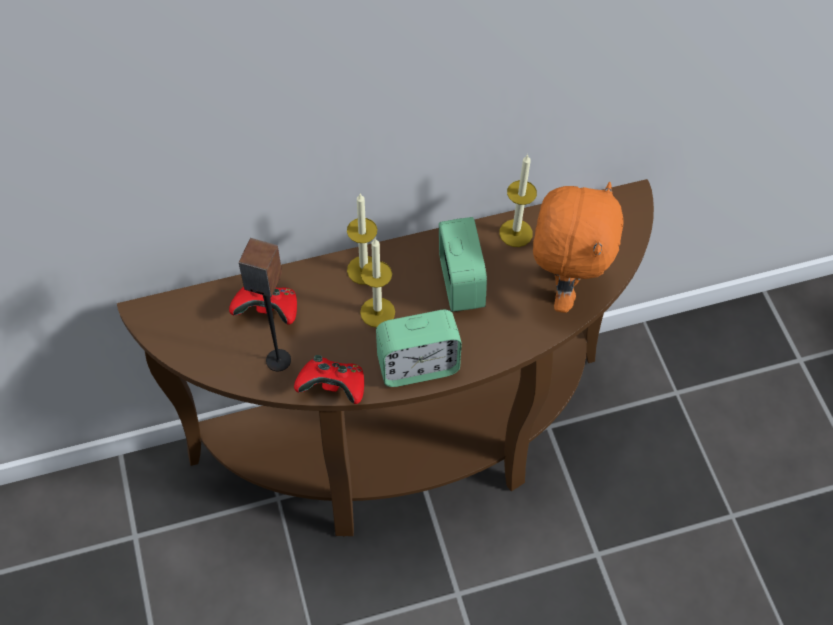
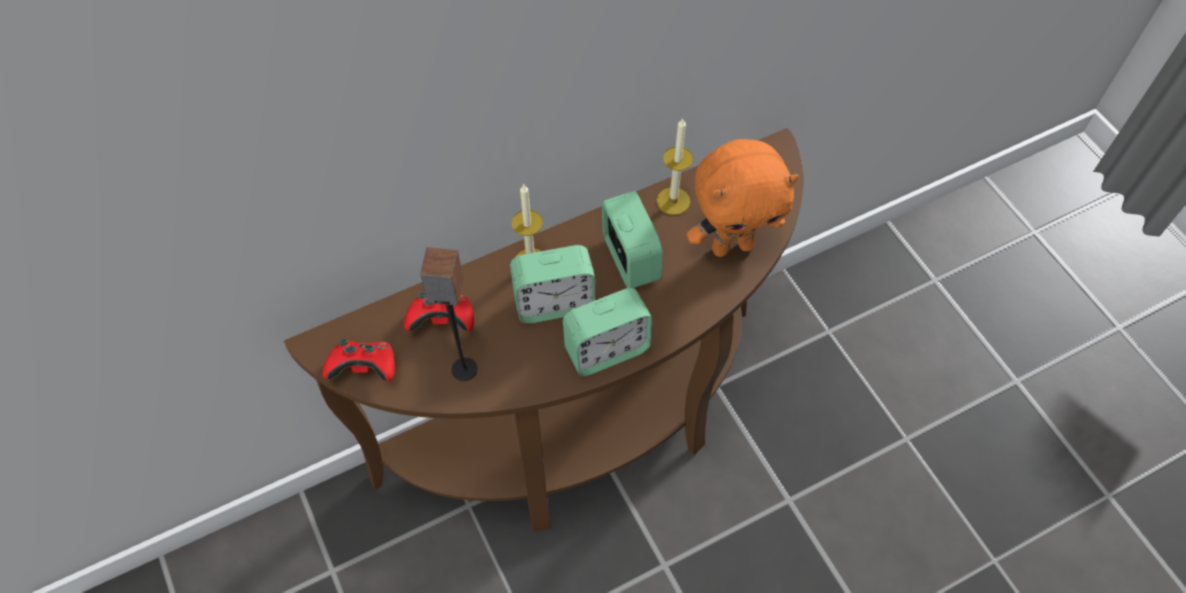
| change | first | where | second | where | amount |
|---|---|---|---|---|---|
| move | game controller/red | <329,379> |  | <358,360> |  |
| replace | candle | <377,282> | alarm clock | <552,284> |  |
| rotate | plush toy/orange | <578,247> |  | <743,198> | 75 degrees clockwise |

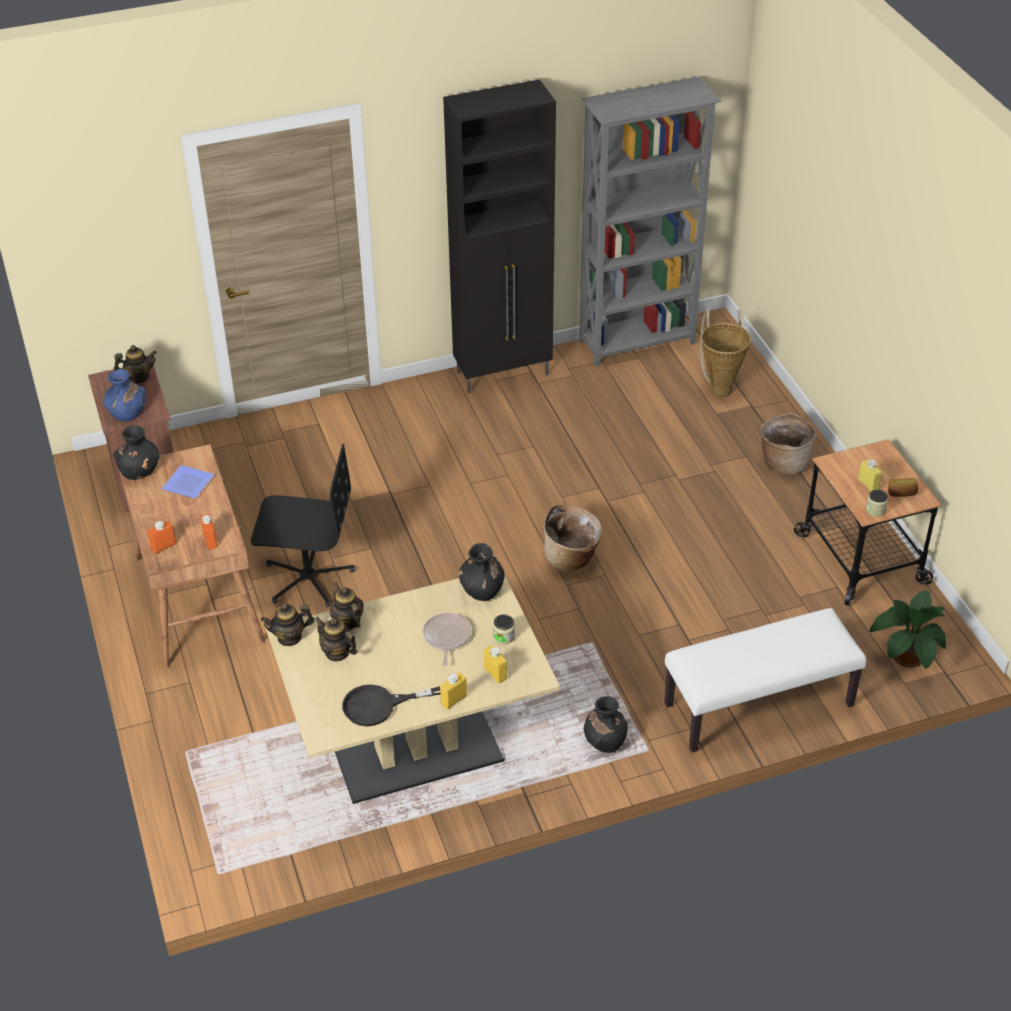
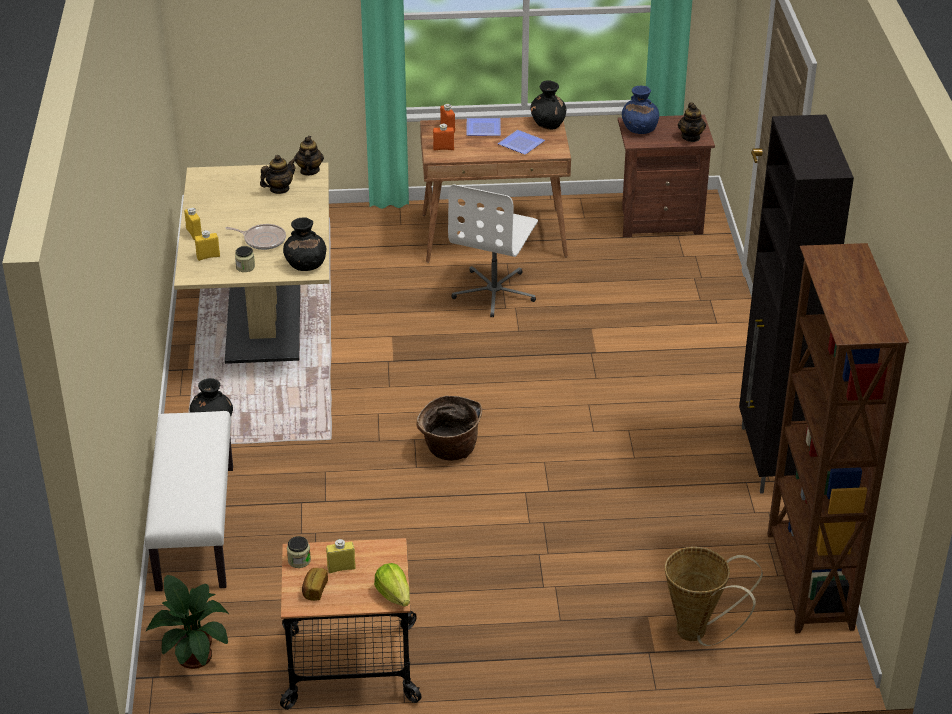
| change | first | where | second | where | amount |
|---|---|---|---|---|---|
| recolor | office chair/black | <303,525> | office chair/white | <493,250> |  |
| delete | teapot | <347,606> |  |  |  |
| delete | frying pan/black | <391,705> |  |  |  |
| recolor | bookcase/grey | <650,222> | bookcase/brown | <838,438> |  |
| delete | basket | <788,443> |  |  |  |
| insert |  |  | lettuce | <392,585> |  |
| insert |  |  | plate | <483,127> |  |

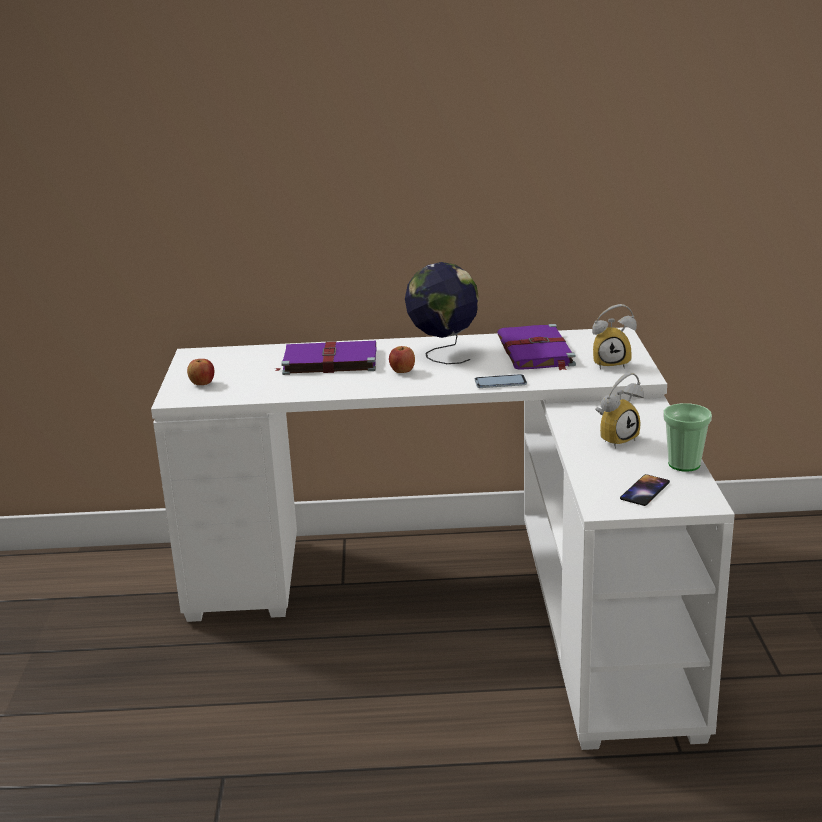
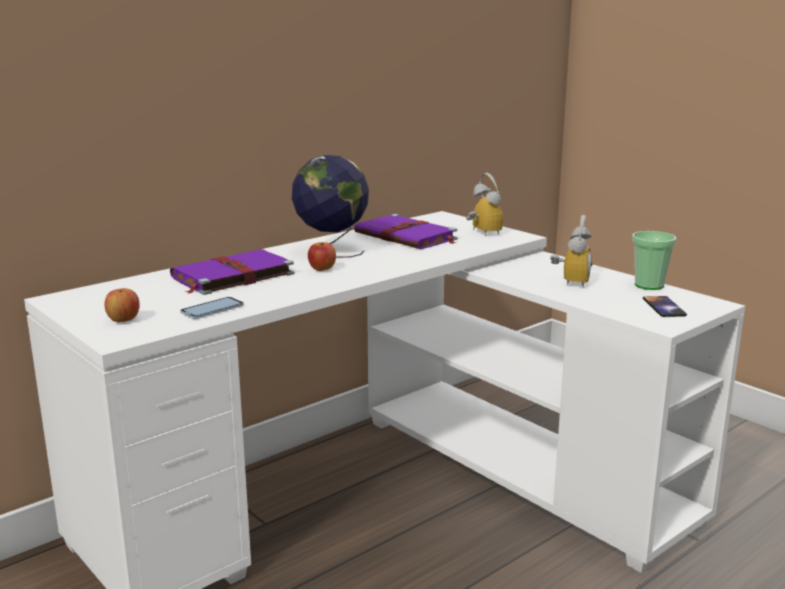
| change | first | where | second | where | amount |
|---|---|---|---|---|---|
| move | phone | <501,381> |  | <212,308> |  |
| rotate | alarm clock | <614,337> |  | <484,204> | 75 degrees counterclockwise |

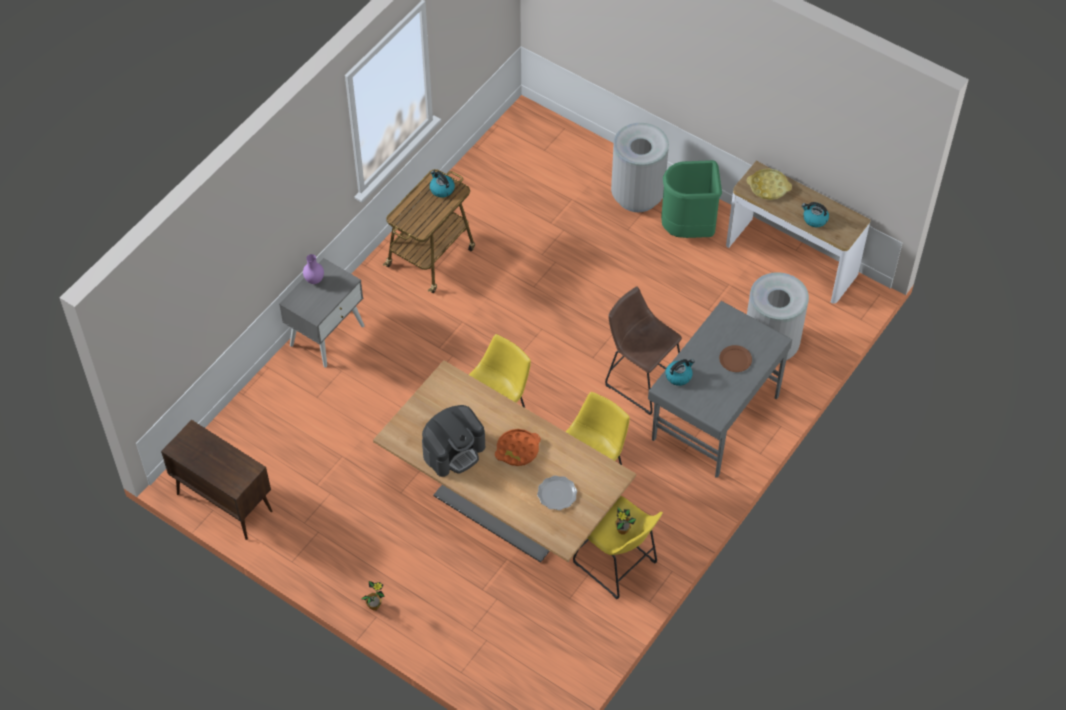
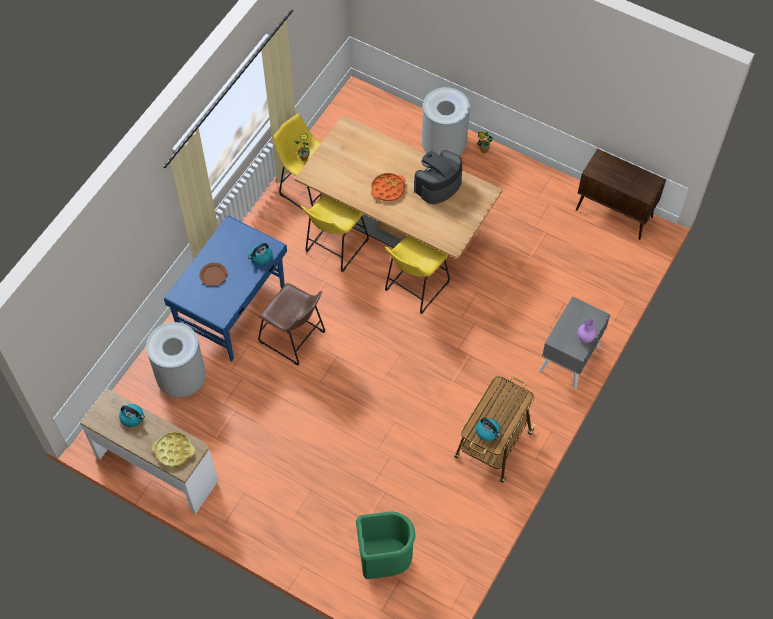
| change | first | where | second | where | amount |
|---|---|---|---|---|---|
| delete | plate | <557,493> |  |  |  |
| move | trash can/grey | <640,167> |  | <446,121> |  |
| recolor | desk/grey | <720,389> | desk/blue | <225,289> |  |
| move | trash can/green | <691,199> |  | <386,545> |  |

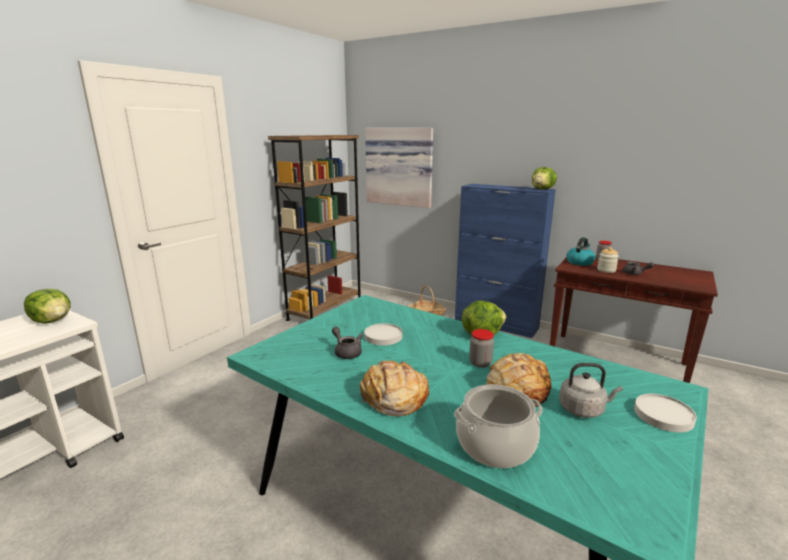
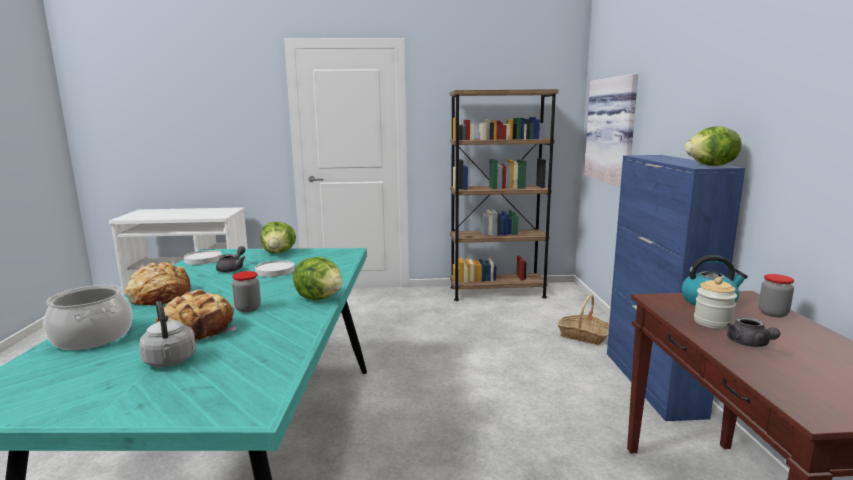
| change | first | where | second | where | amount |
|---|---|---|---|---|---|
| move | lettuce | <47,306> |  | <278,237> |  |
| move | plate/white | <665,413> |  | <203,257> |  |

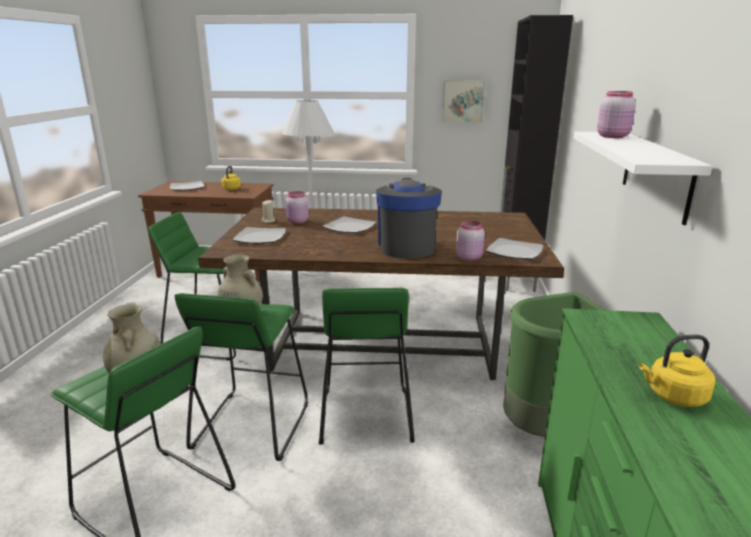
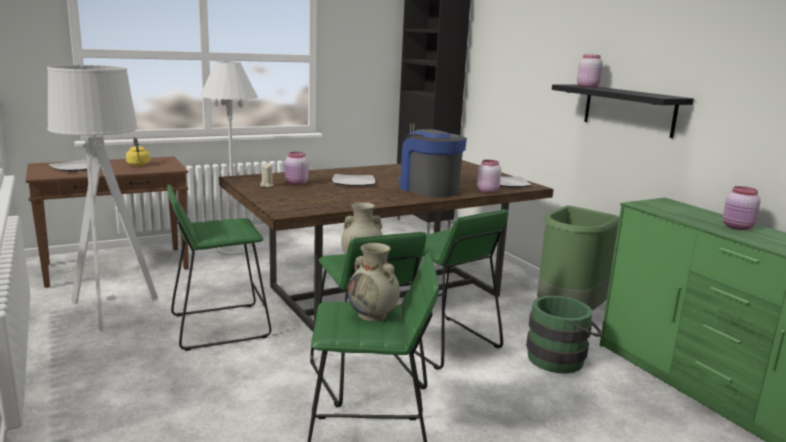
| change | first | where | second | where | amount |
|---|---|---|---|---|---|
| delete | plate | <259,235> |  |  |  |
| delete | picture | <464,101> |  |  |  |
| recolor | shelf/white | <643,178> | shelf/black | <623,111> |  |
| replace | kettle/yellow | <677,371> | jar/pink | <742,208> |  |
| insert |  |  | floor lamp/grey | <102,198> |  |
| insert |  |  | bucket/green | <564,335> |  |

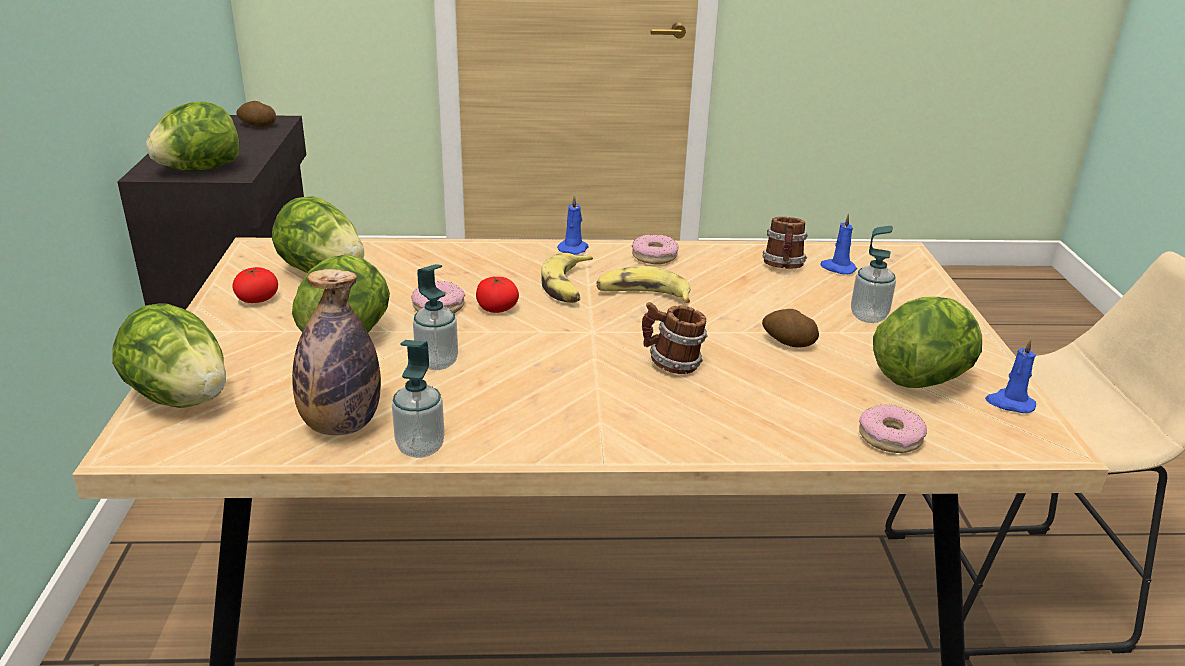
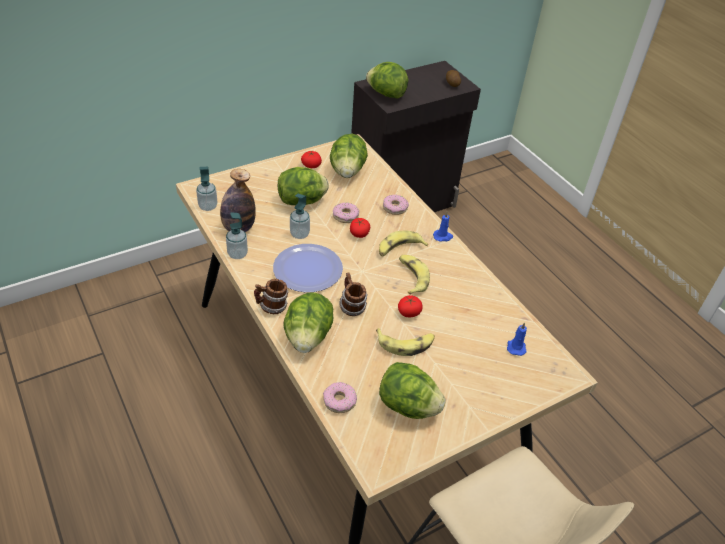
| change | first | where | second | where | amount |
|---|---|---|---|---|---|
| move | lettuce | <169,355> |  | <308,322> |  |
| move | donut | <655,249> |  | <396,205> |  |
| replace | potato | <790,328> | banana | <405,342> |  |
| move | mug | <785,243> |  | <271,296> |  |
| move | soap dispenser | <873,274> |  | <207,189> |  |
| delete | candle/blue | <1010,375> |  |  |  |
| insert |  |  | plate | <308,268> |  |
| insert |  |  | tomato | <410,306> |  |

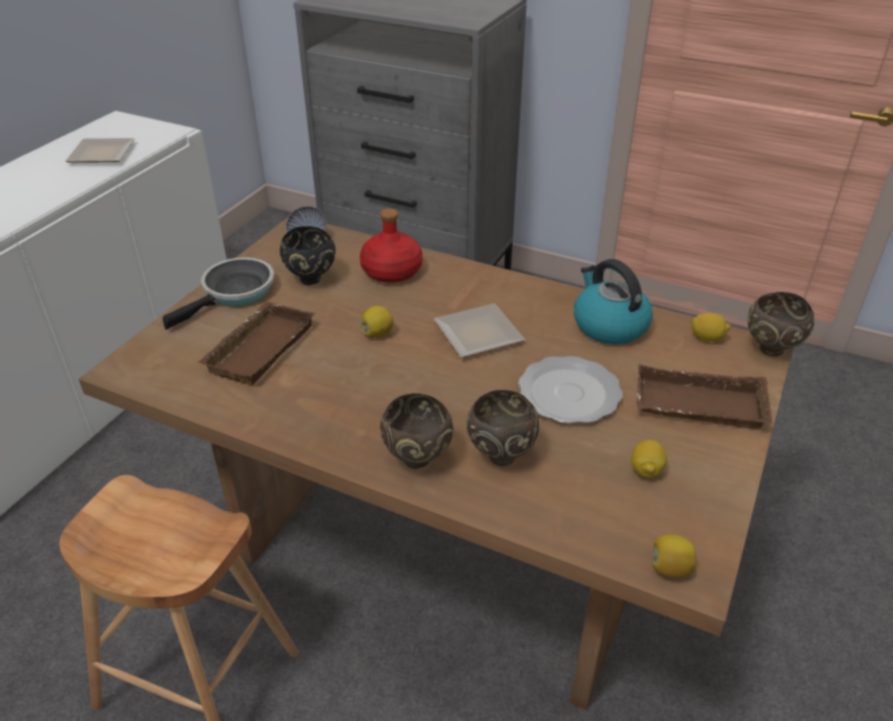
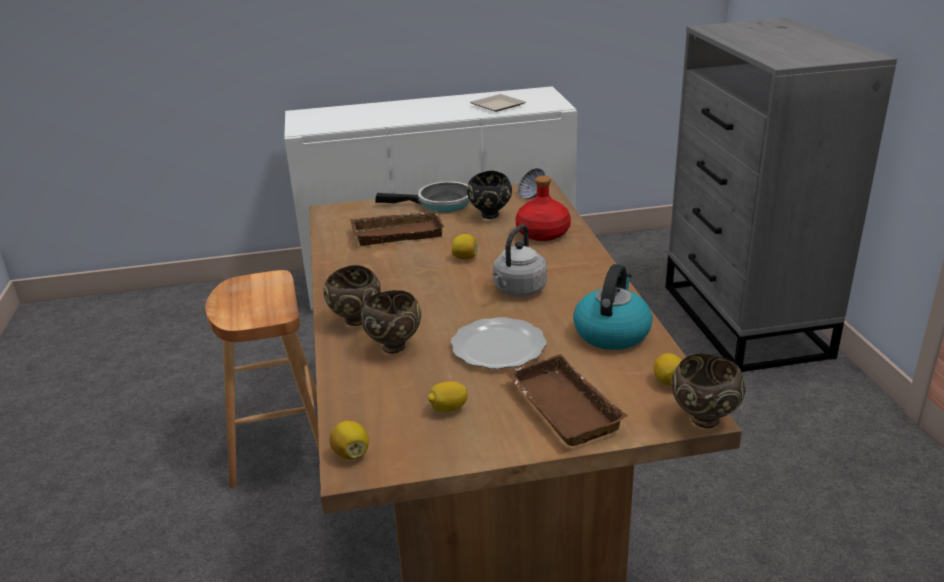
| change | first | where | second | where | amount |
|---|---|---|---|---|---|
| replace | plate | <479,330> | kettle/grey | <520,260> |  |

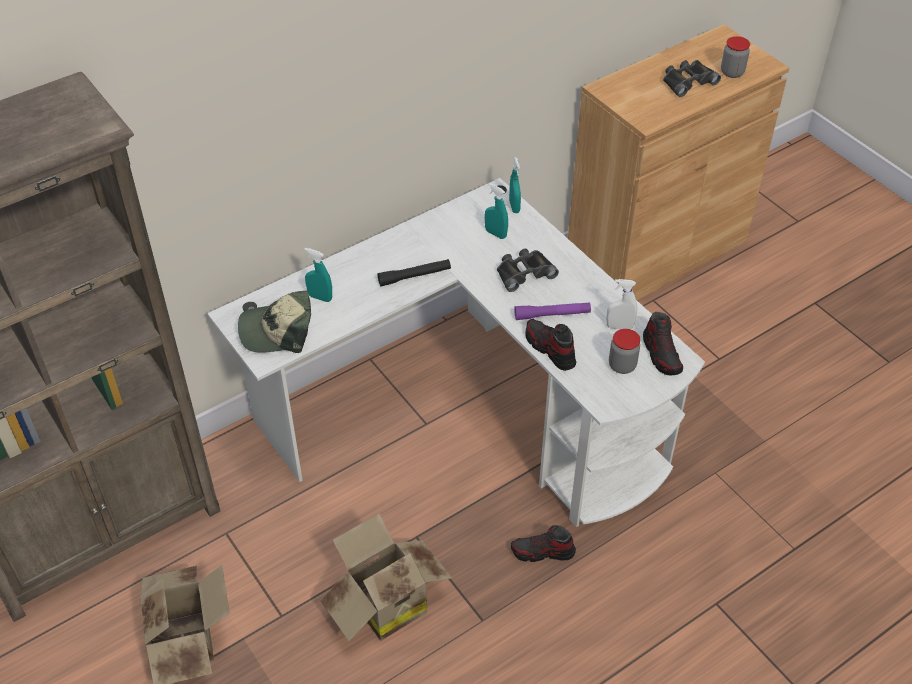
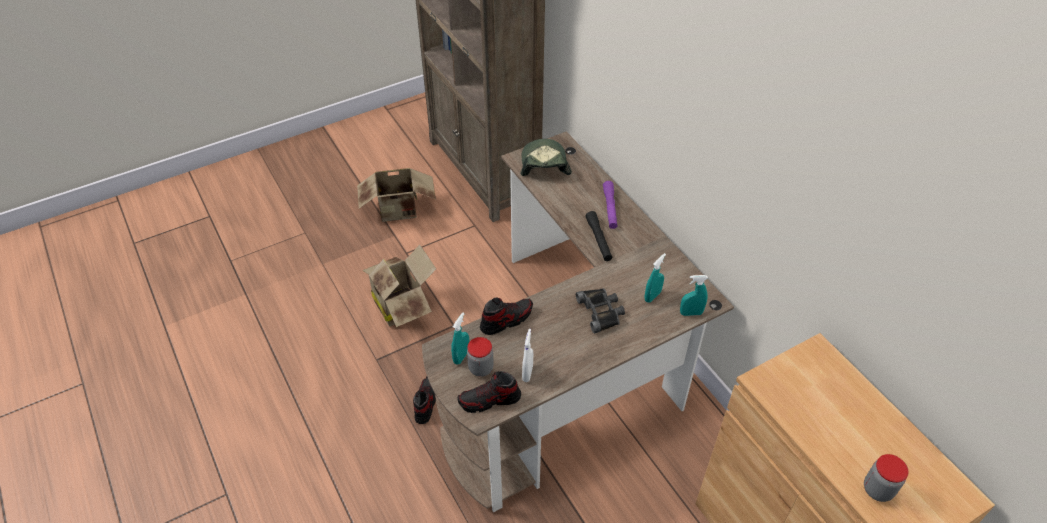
| change | first | where | second | where | amount |
|---|---|---|---|---|---|
| recolor | desk/white | <456,352> | desk/brown | <578,322> |  |
| move | spray bottle/turquoise | <318,275> |  | <460,339> |  |
| move | flashlight/purple | <552,311> |  | <610,205> |  |
| delete | binoculars/black | <692,78> |  |  |  |

